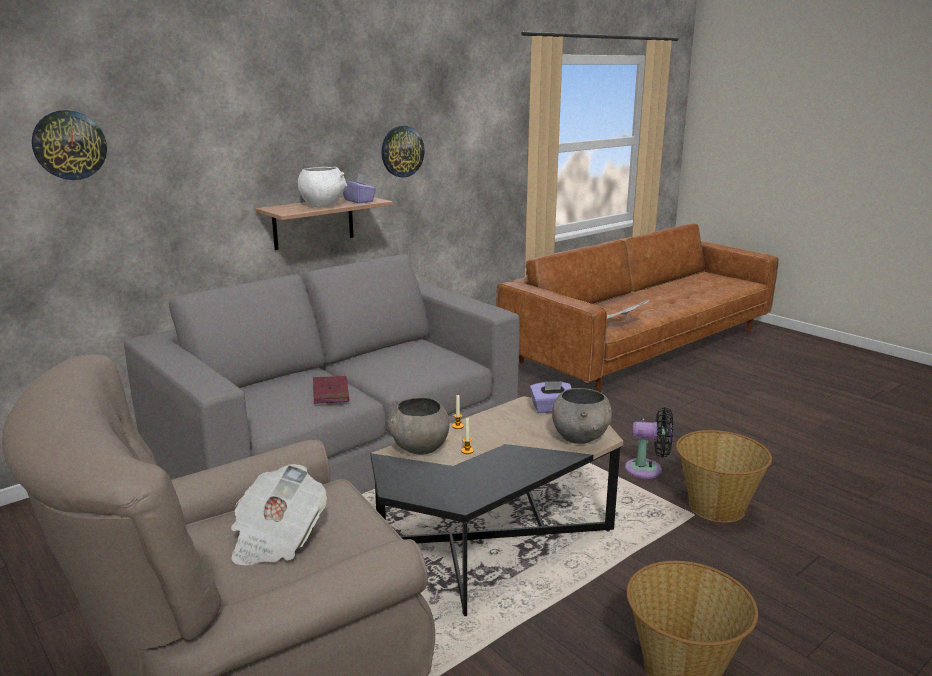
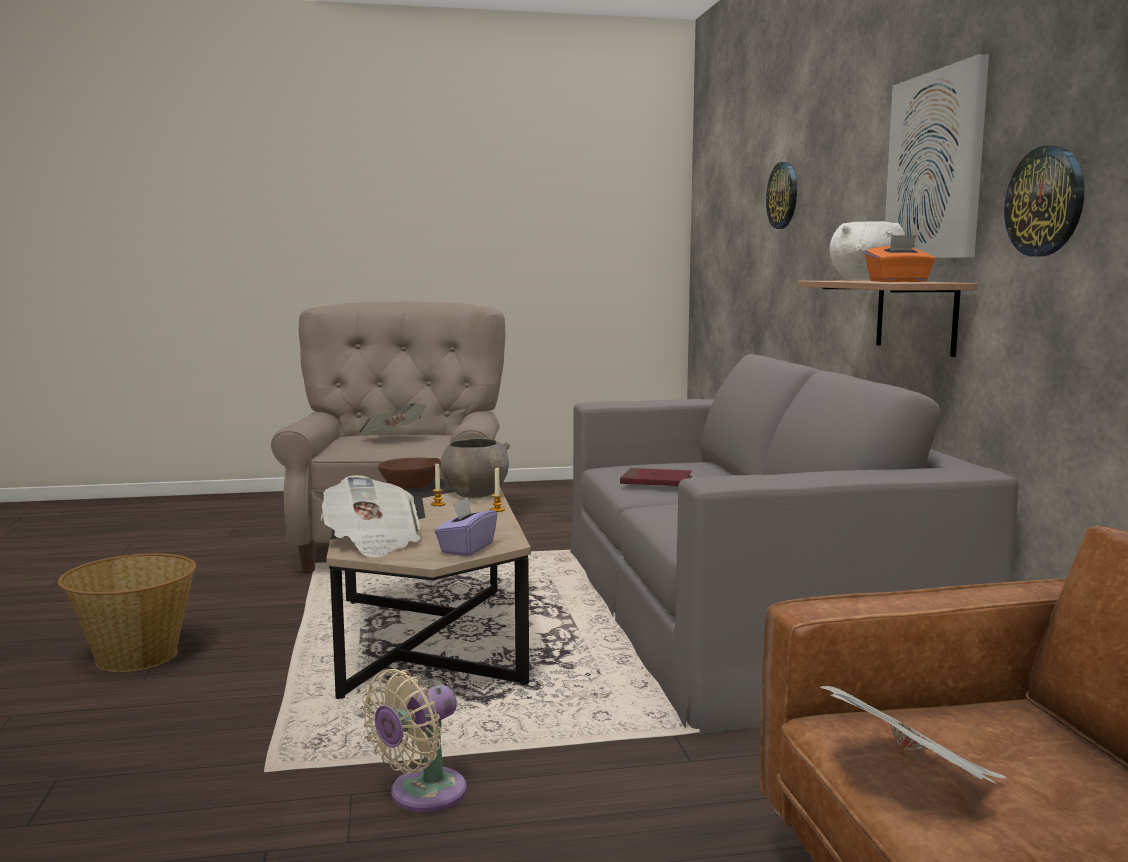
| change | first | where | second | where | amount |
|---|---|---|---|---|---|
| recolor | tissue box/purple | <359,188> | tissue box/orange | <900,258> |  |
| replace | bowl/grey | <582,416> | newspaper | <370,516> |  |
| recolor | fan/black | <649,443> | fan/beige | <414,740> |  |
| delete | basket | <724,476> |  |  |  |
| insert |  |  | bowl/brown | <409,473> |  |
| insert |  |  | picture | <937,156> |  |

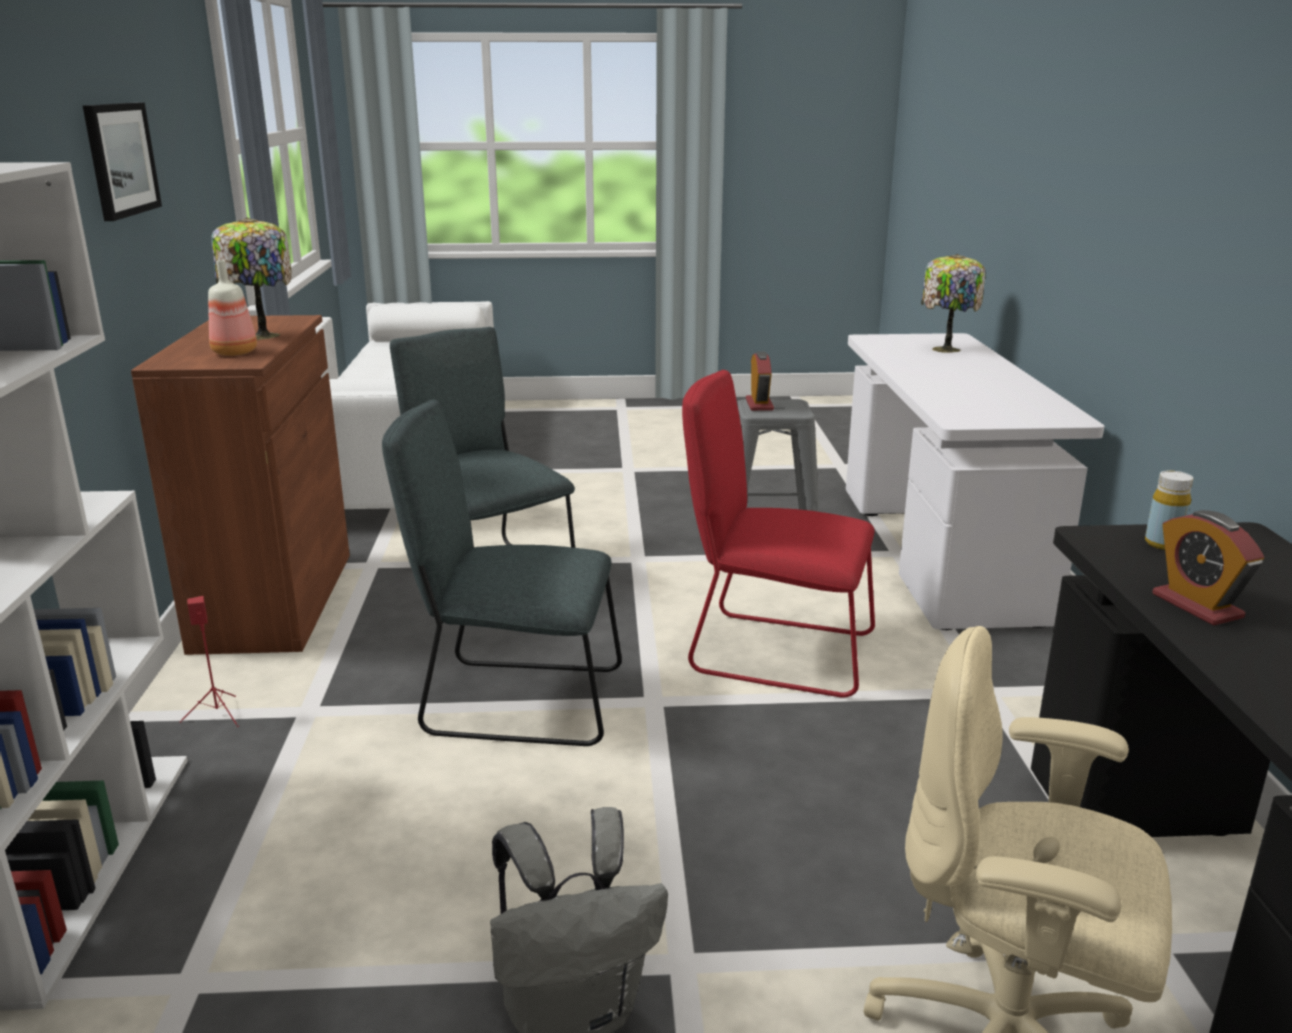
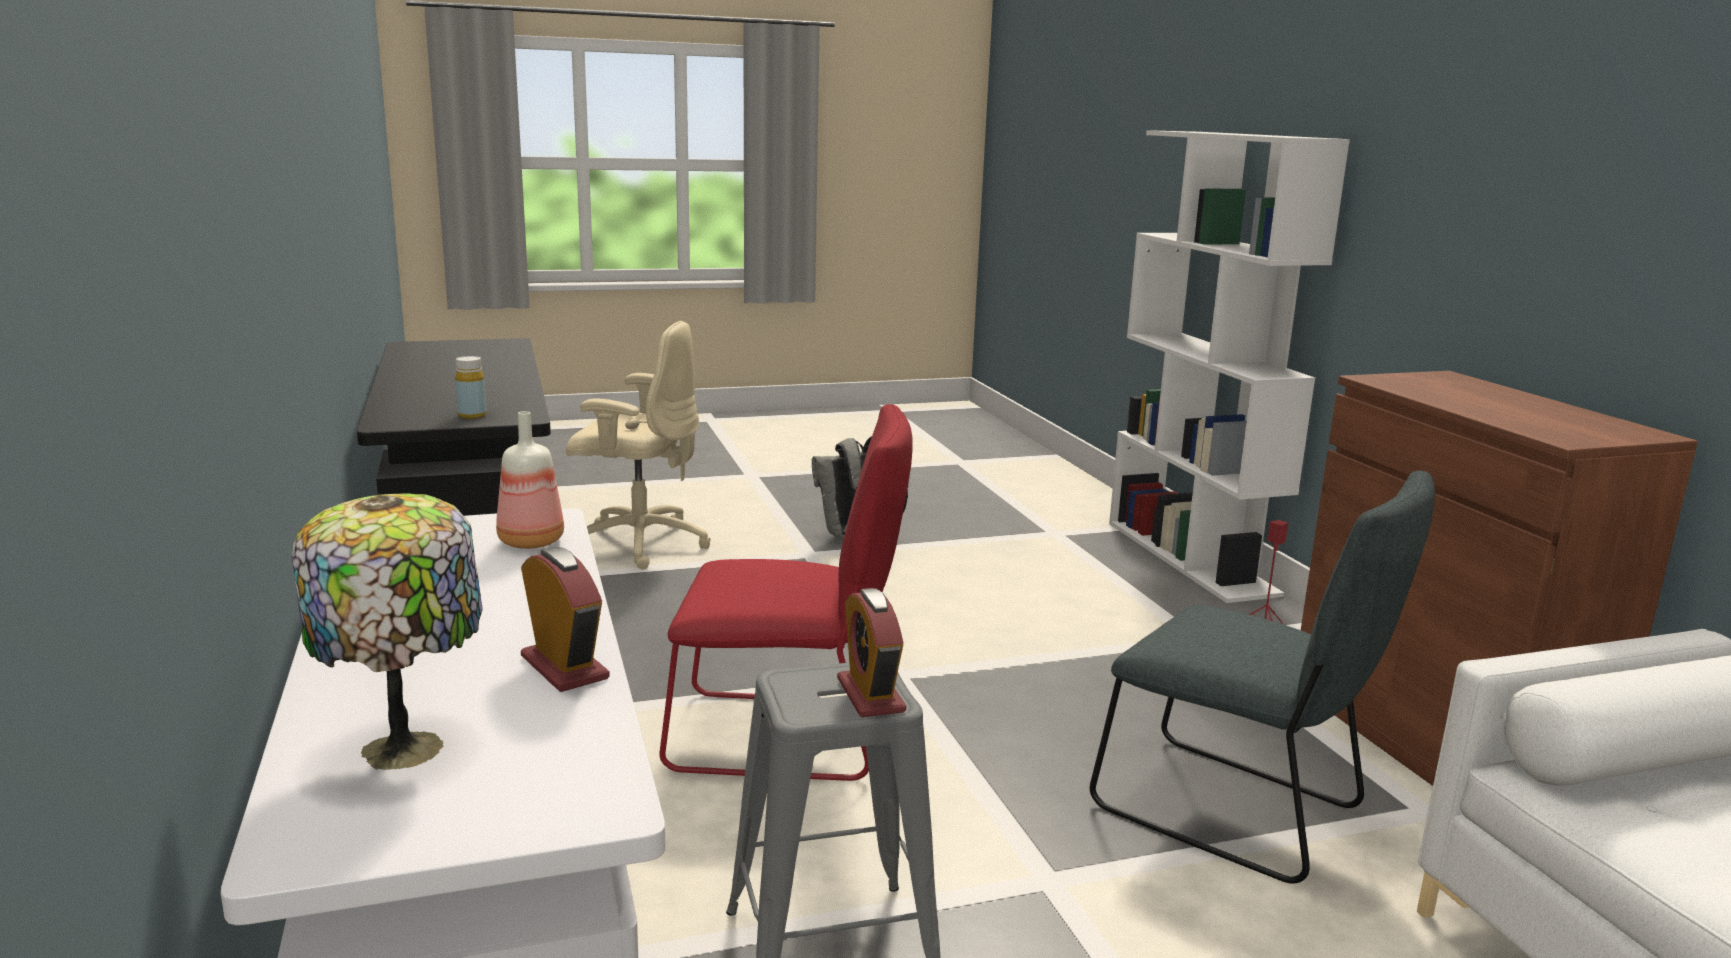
| change | first | where | second | where | amount |
|---|---|---|---|---|---|
| delete | picture | <122,162> |  |  |  |
| move | bottle | <232,308> |  | <530,480> |  |
| delete | table lamp | <251,278> |  |  |  |
| delete | chair/grey | <502,572> |  |  |  |
| move | alarm clock | <1208,568> |  | <565,619> |  |

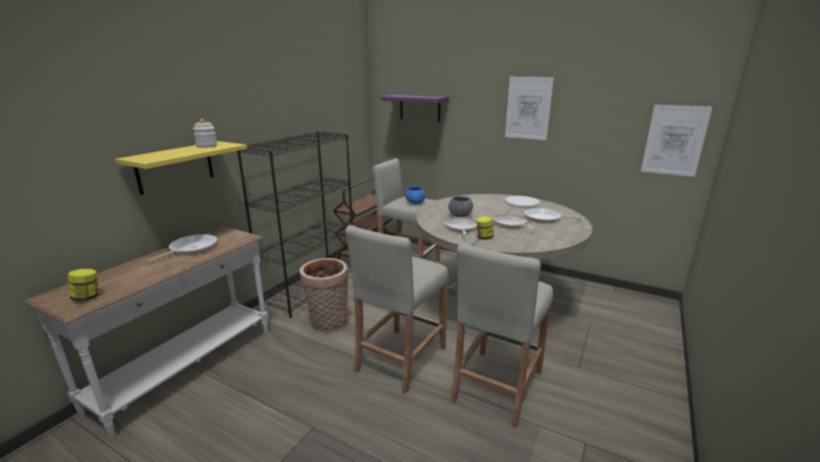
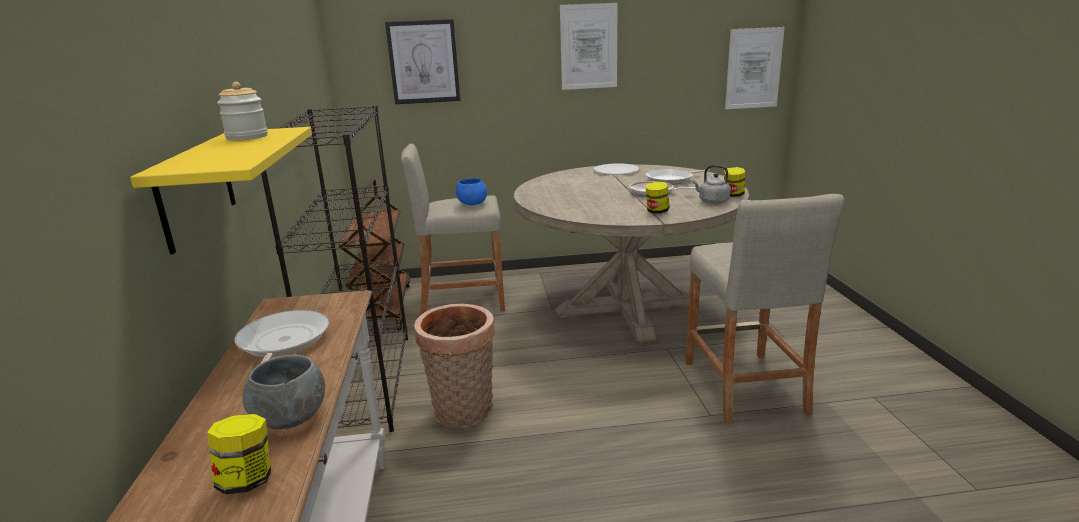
| change | first | where | second | where | amount |
|---|---|---|---|---|---|
| delete | stool/beige | <397,309> |  |  |  |
| replace | shelf/purple | <414,108> | picture | <422,61> |  |
| delete | frying pan | <461,226> |  |  |  |
| move | bowl/grey | <460,206> |  | <283,392> |  |
| insert |  |  | kettle/grey | <712,184> |  |
| insert |  |  | jar | <734,182> |  |

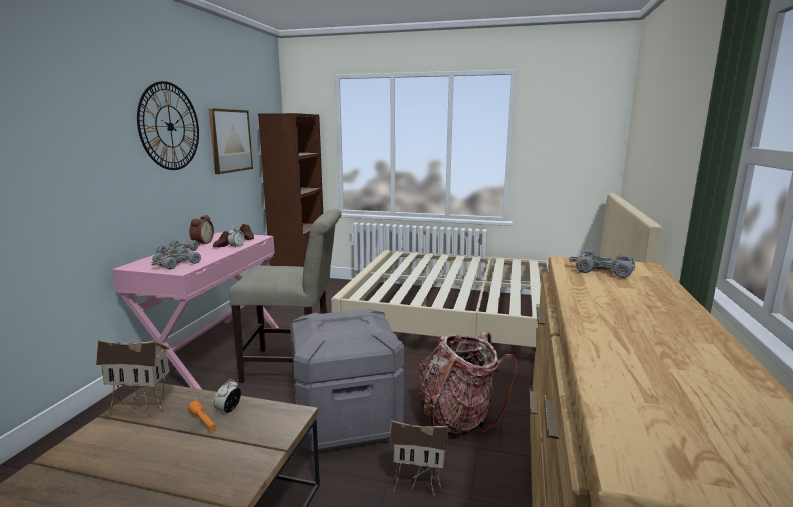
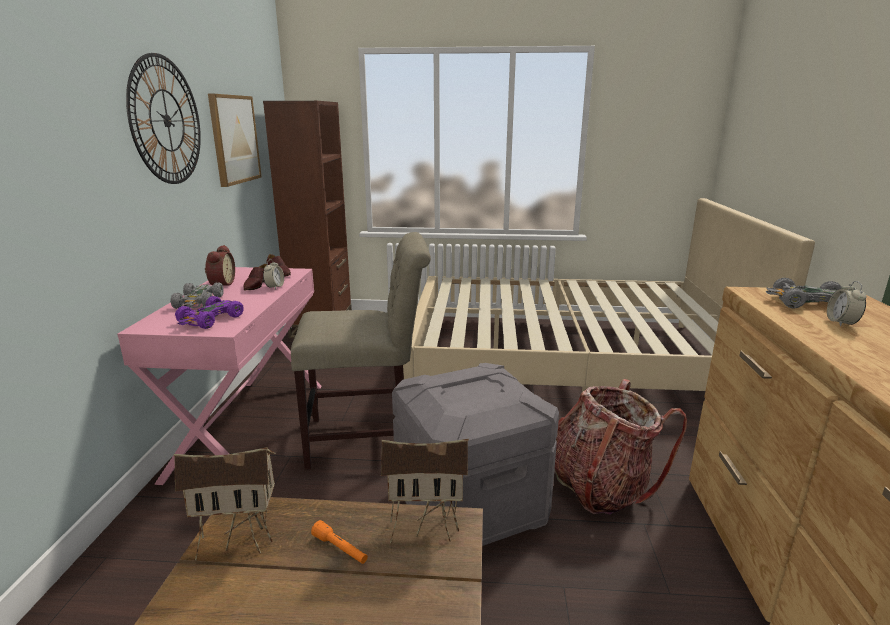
| change | first | where | second | where | amount |
|---|---|---|---|---|---|
| recolor | toy car/grey | <176,259> | toy car/purple | <209,312> |  |
| move | alarm clock | <227,396> |  | <847,304> |  |
| move | toy house | <419,458> |  | <425,491> |  |

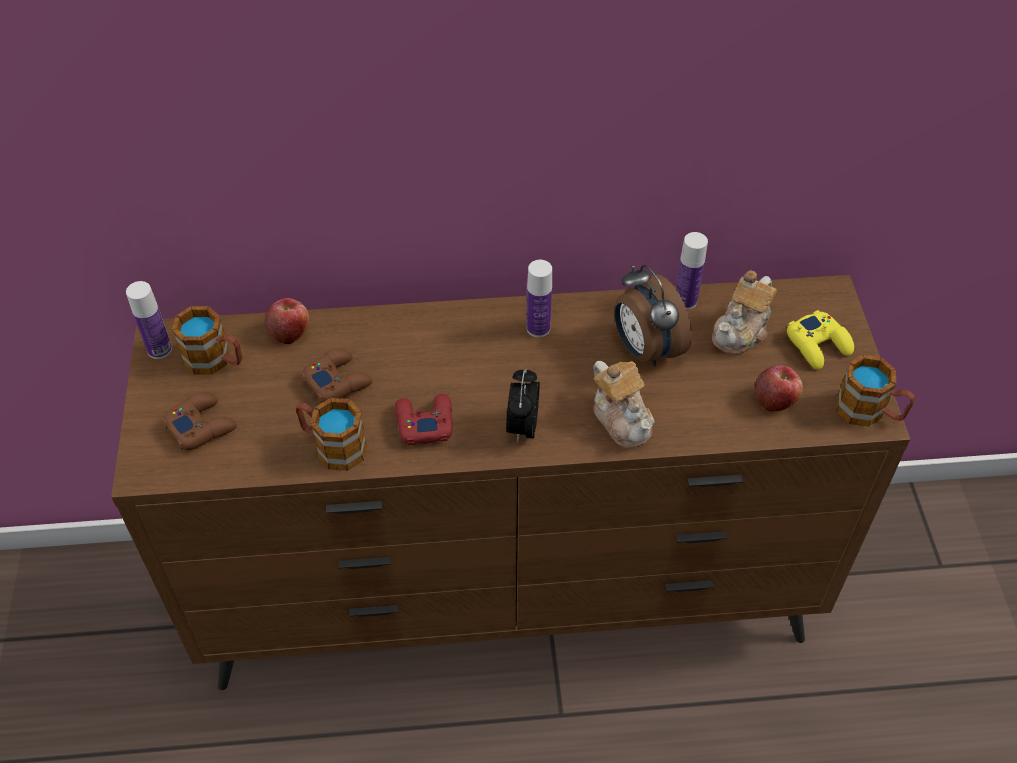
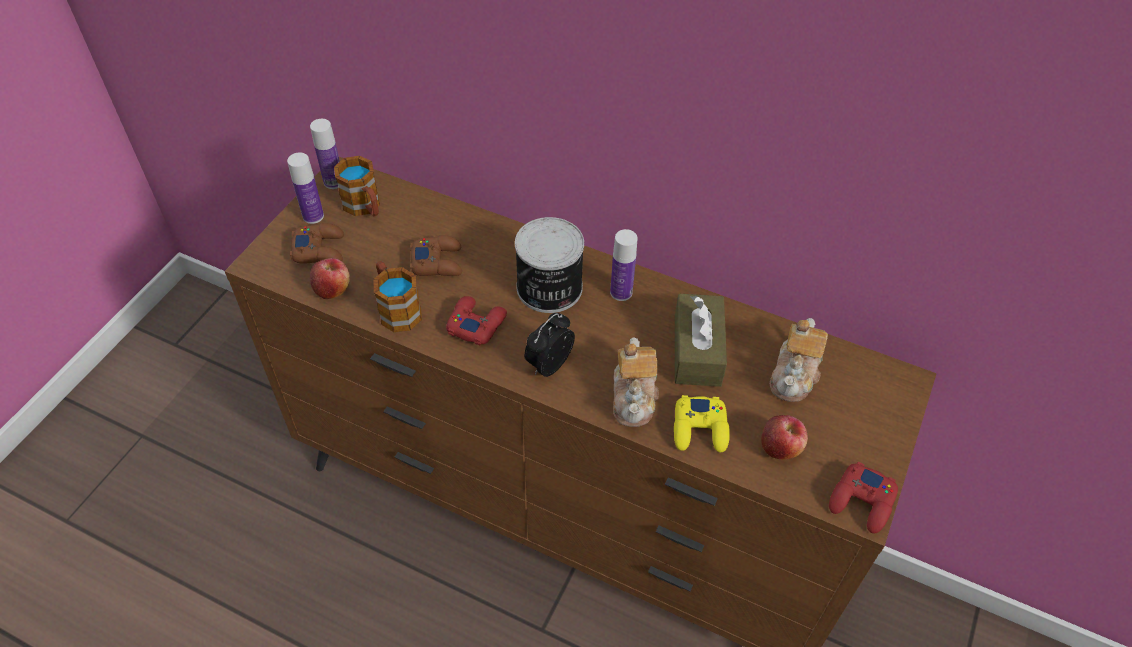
| change | first | where | second | where | amount |
|---|---|---|---|---|---|
| move | apple | <287,321> |  | <330,278> |  |
| replace | alarm clock | <653,315> | tissue box/brown | <701,340> |  |
| move | bottle | <692,271> |  | <305,188> |  |
| rotate | teapot | <744,313> |  | <799,360> | 45 degrees counterclockwise |
| move | game controller/yellow | <820,340> |  | <702,424> |  |
| replace | mug | <875,391> | game controller/red | <863,497> |  |
| insert |  |  | can | <549,265> |  |

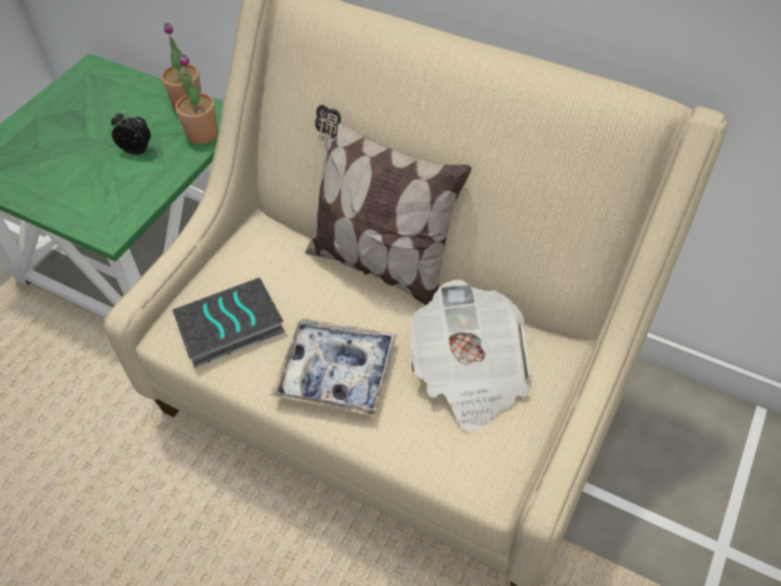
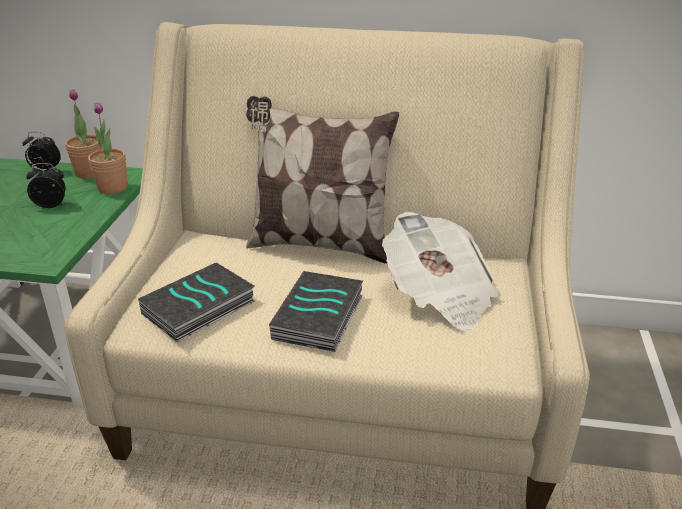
| change | first | where | second | where | amount |
|---|---|---|---|---|---|
| replace | tray | <333,368> | book | <316,311> |  |
| insert |  |  | alarm clock | <41,151> |  |

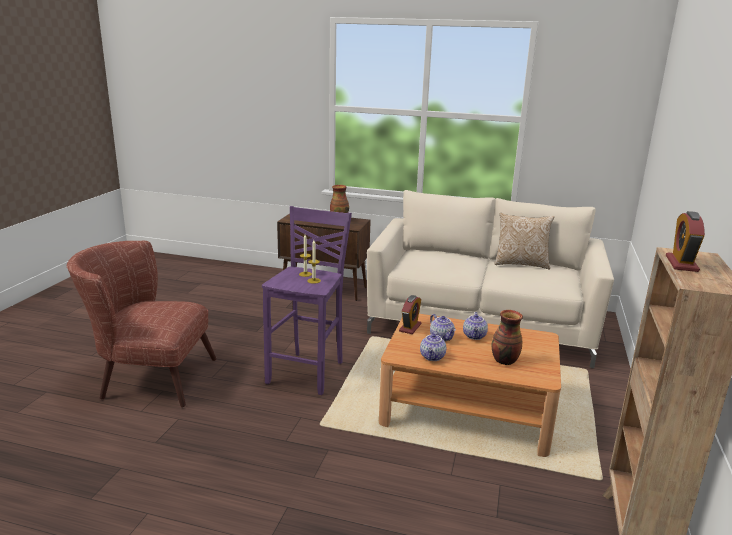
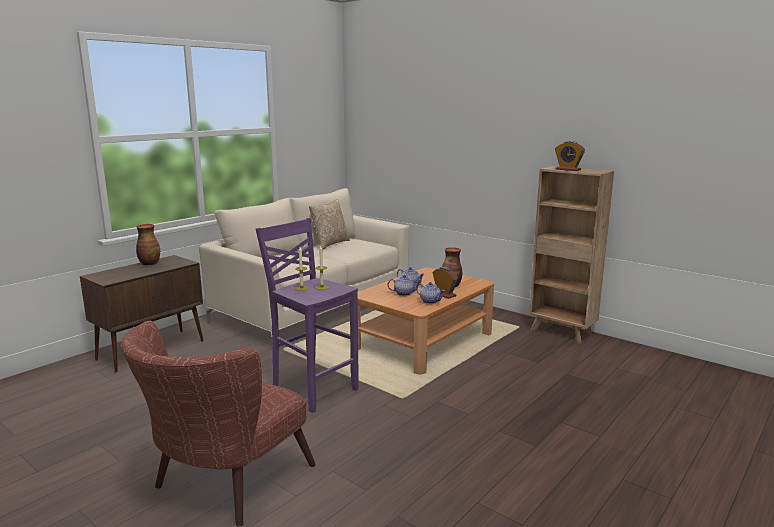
| change | first | where | second | where | amount |
|---|---|---|---|---|---|
| move | alarm clock | <410,314> |  | <445,283> |  |

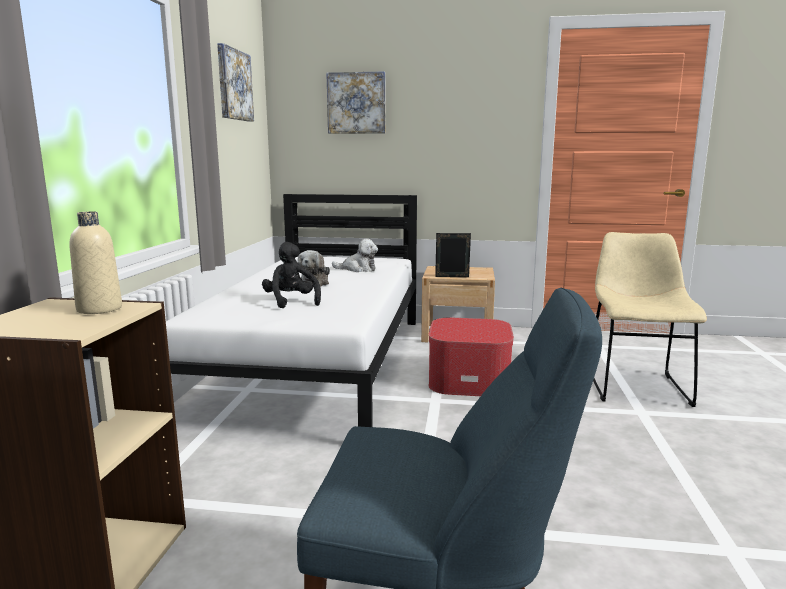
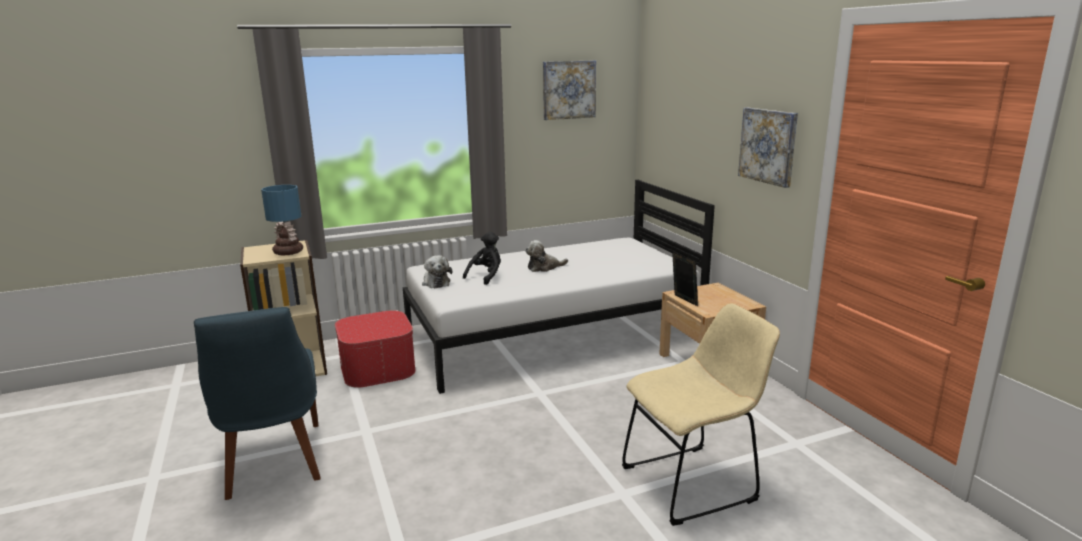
| change | first | where | second | where | amount |
|---|---|---|---|---|---|
| replace | bottle/beige | <95,262> | table lamp | <282,220> |  |
| move | picture | <356,102> |  | <768,148> |  |
| move | plush toy | <355,255> |  | <437,271> |  |
| move | ottoman | <471,357> |  | <375,349> |  |

